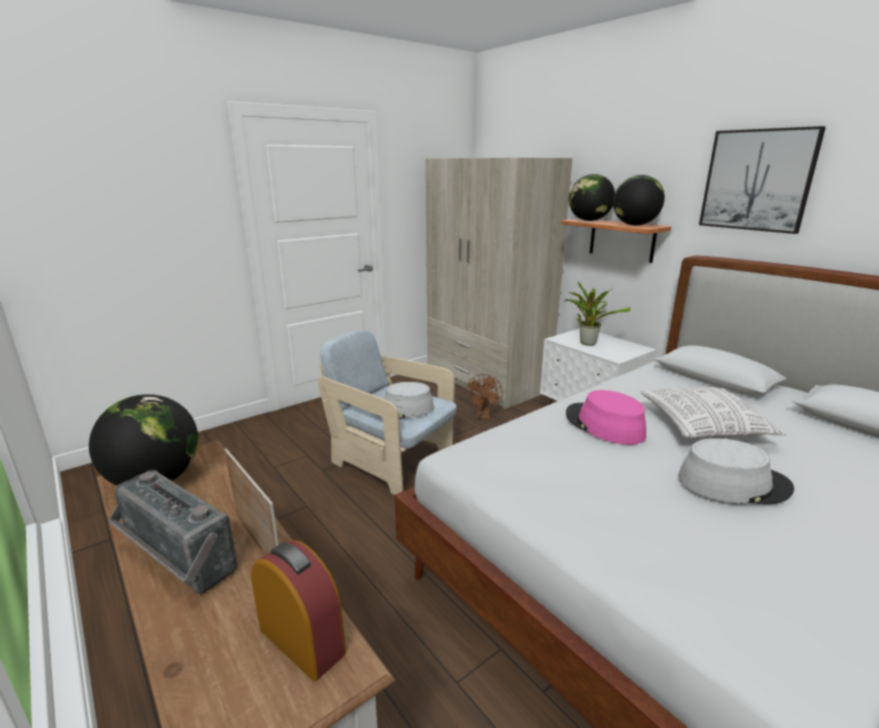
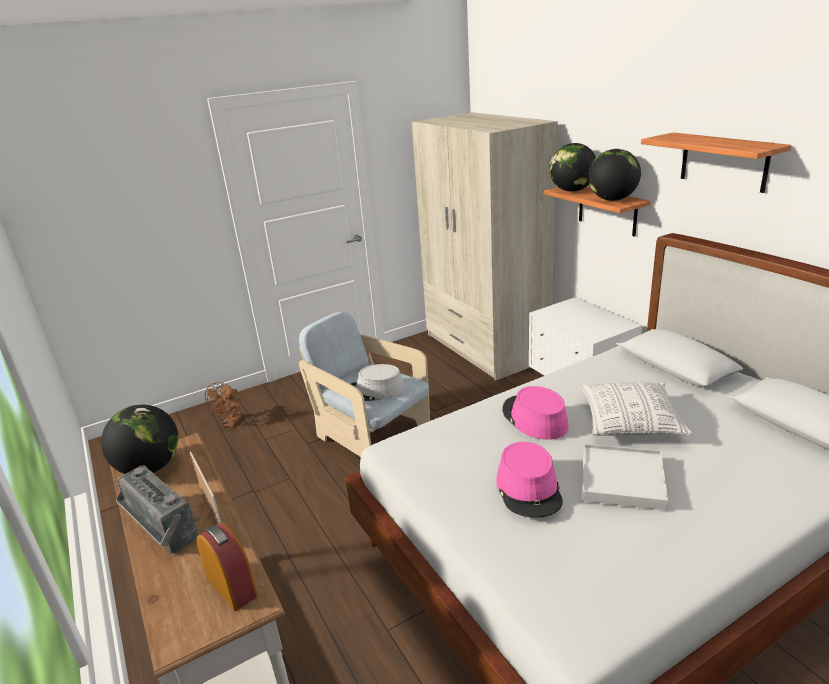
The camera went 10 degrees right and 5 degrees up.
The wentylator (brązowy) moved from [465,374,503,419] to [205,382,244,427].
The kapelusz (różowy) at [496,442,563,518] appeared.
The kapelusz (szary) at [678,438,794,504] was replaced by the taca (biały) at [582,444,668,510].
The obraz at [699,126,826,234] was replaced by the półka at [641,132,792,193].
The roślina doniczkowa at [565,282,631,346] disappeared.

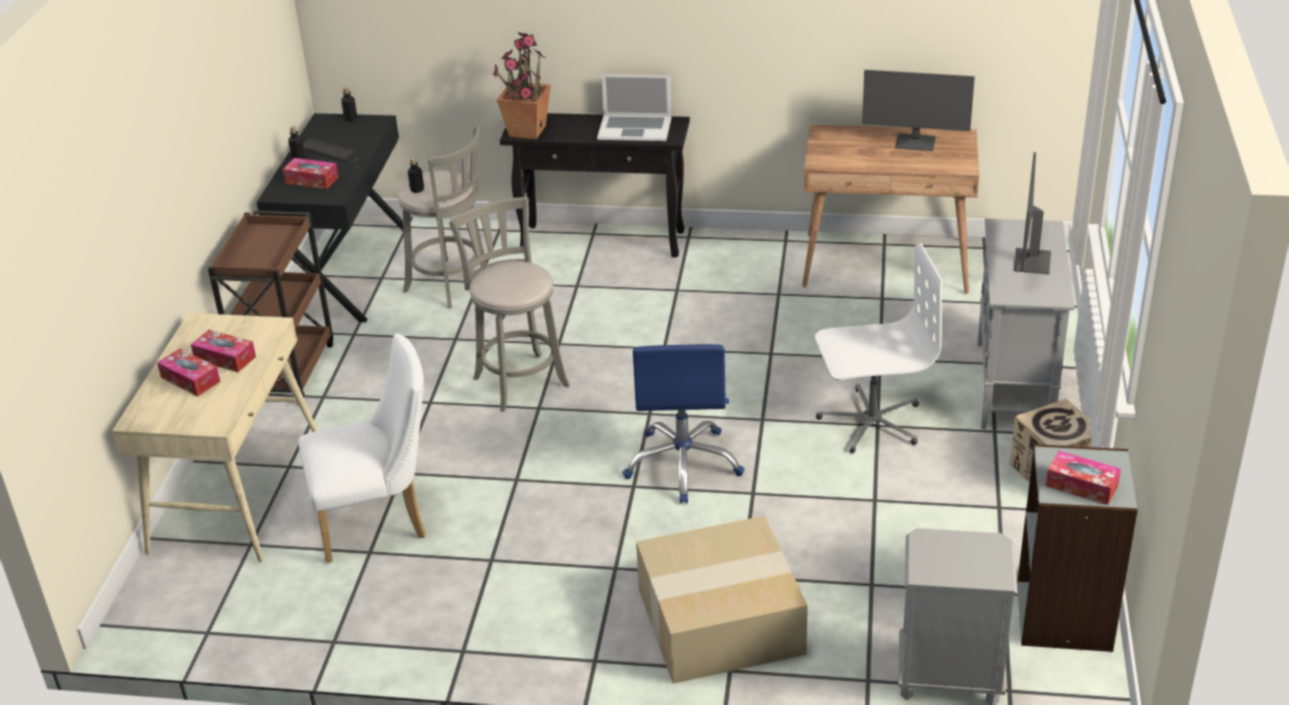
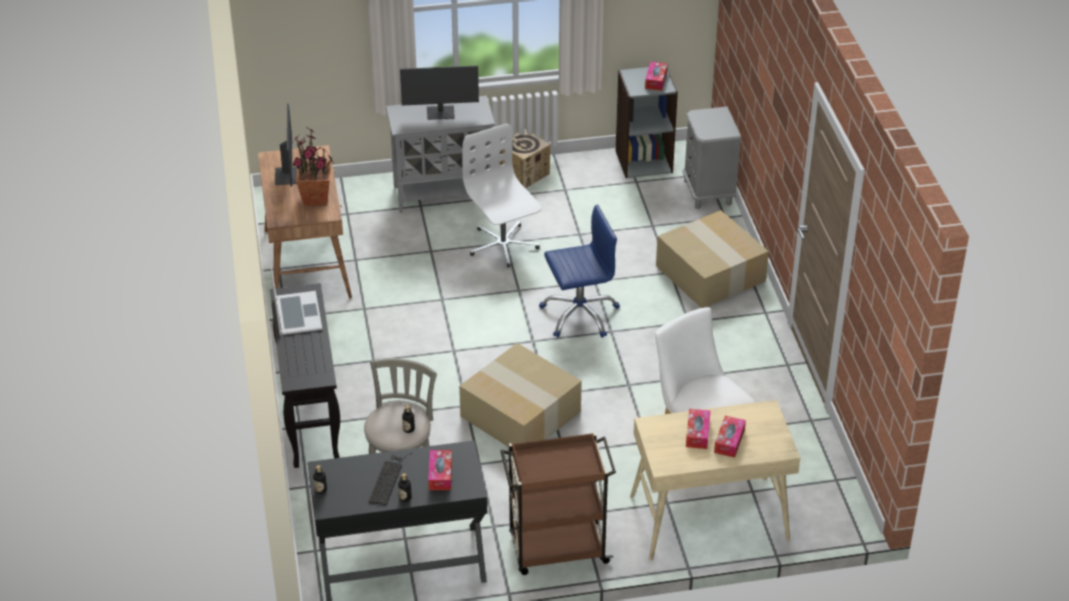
The camera went 110 degrees left and 5 degrees up.
The roślina doniczkowa moved from [493,32,551,139] to [293,128,334,206].
The stołek (szary) at [449,197,570,412] was replaced by the karton at [459,343,582,447].

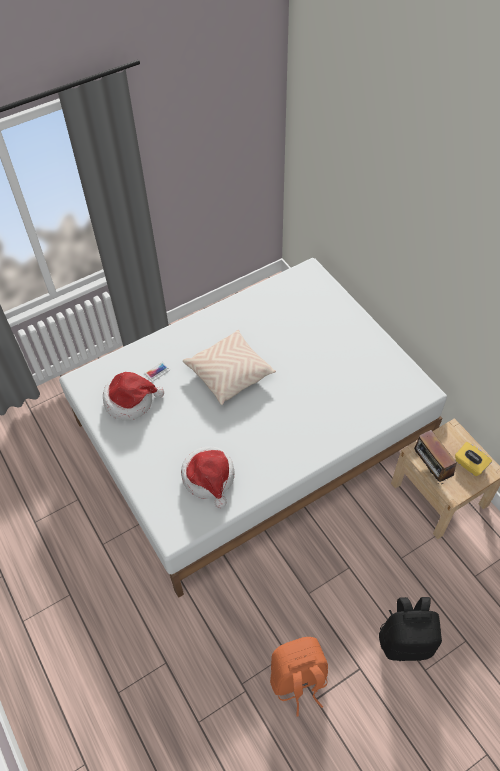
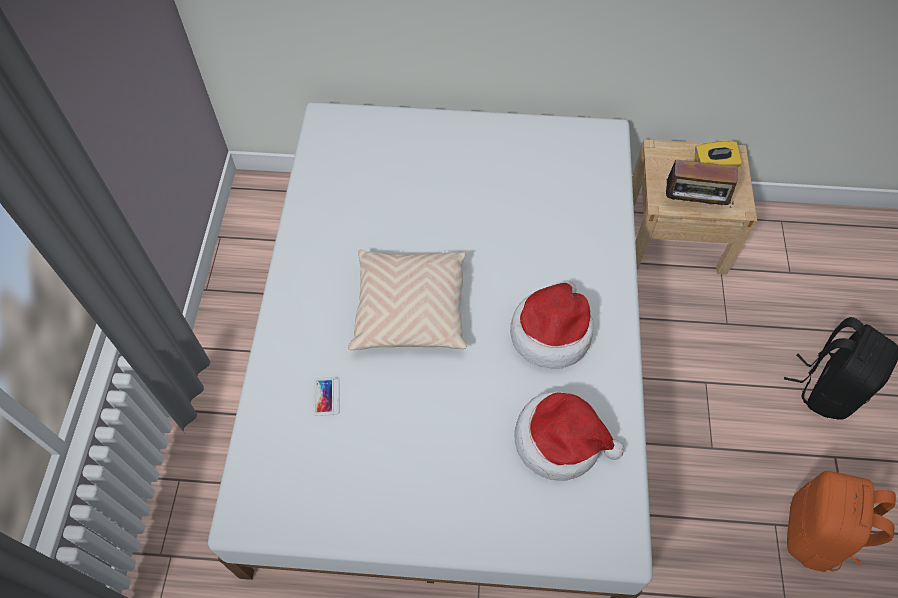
The camera went 55 degrees left and 5 degrees up.
The kapelusz moved from [103,372,164,421] to [510,281,594,369].

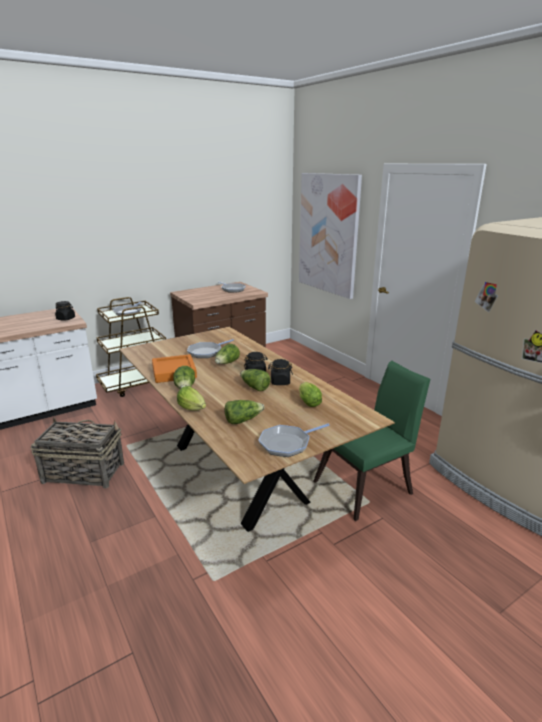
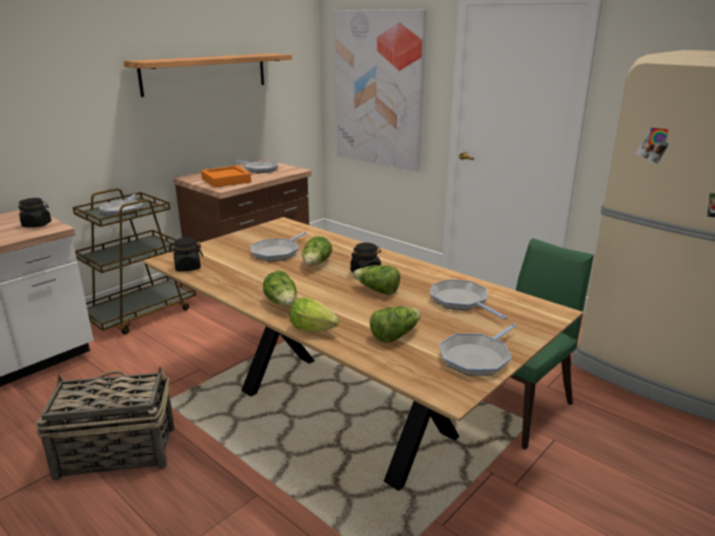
The camera went 15 degrees left and 0 degrees up.
The półka at [123,53,292,97] appeared.
The słoik (czarny) moved from [268,359,293,385] to [169,238,203,272].
The taca (pomarańczowy) moved from [152,354,197,383] to [201,166,251,187].
The sałata at [299,382,322,407] was replaced by the patelnia at [430,279,507,319].

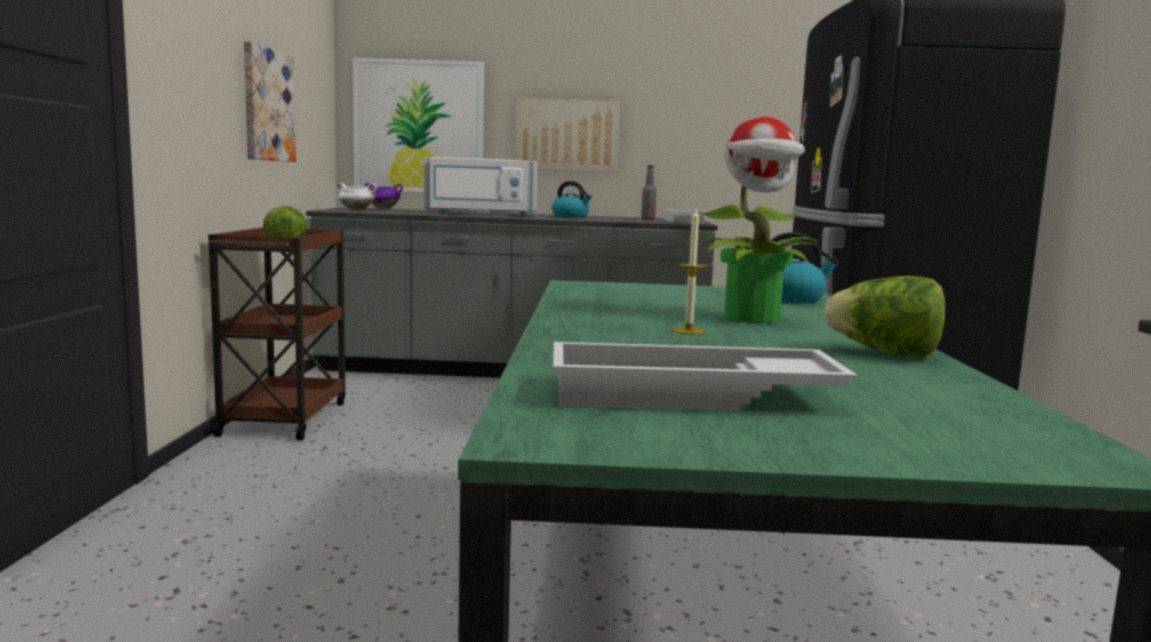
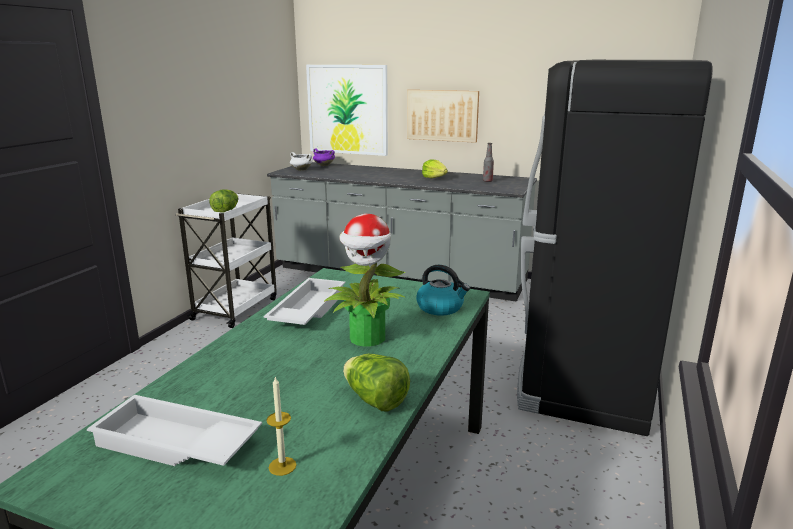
The camera went 20 degrees right and 10 degrees up.
The wózek (brązowy) at [208,227,346,440] became the wózek (biały) at [176,193,277,328].
The taca (biały) moved from [663,209,706,223] to [263,278,346,325].
The świeca moved from [673,209,707,334] to [266,377,297,476].
The czajnik at [552,181,592,218] was replaced by the sałata at [422,160,448,178].
The obraz at [244,41,296,162] disappeared.
The mikrofalówka (biały) at [424,157,537,217] disappeared.

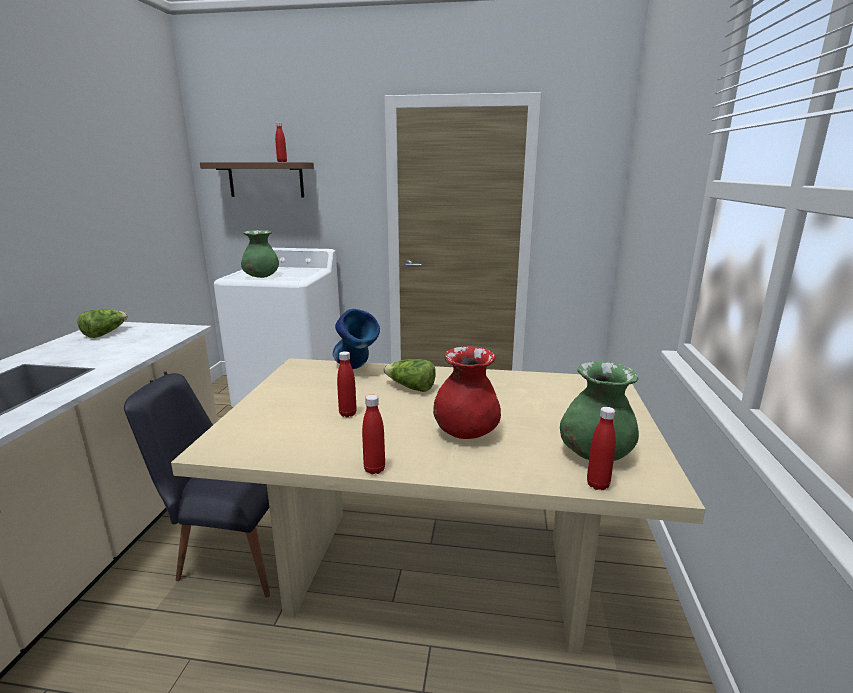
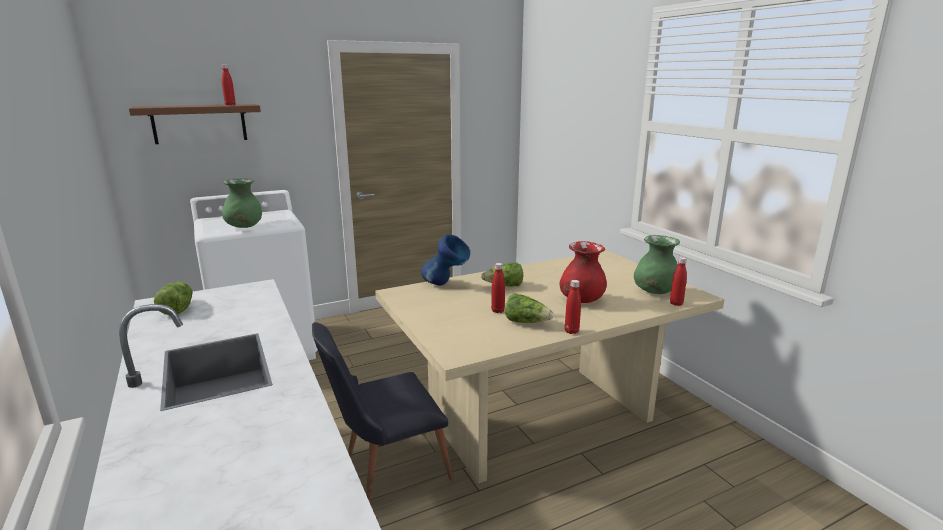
The camera went 35 degrees left and 0 degrees up.
The sałata at [505,293,554,323] appeared.

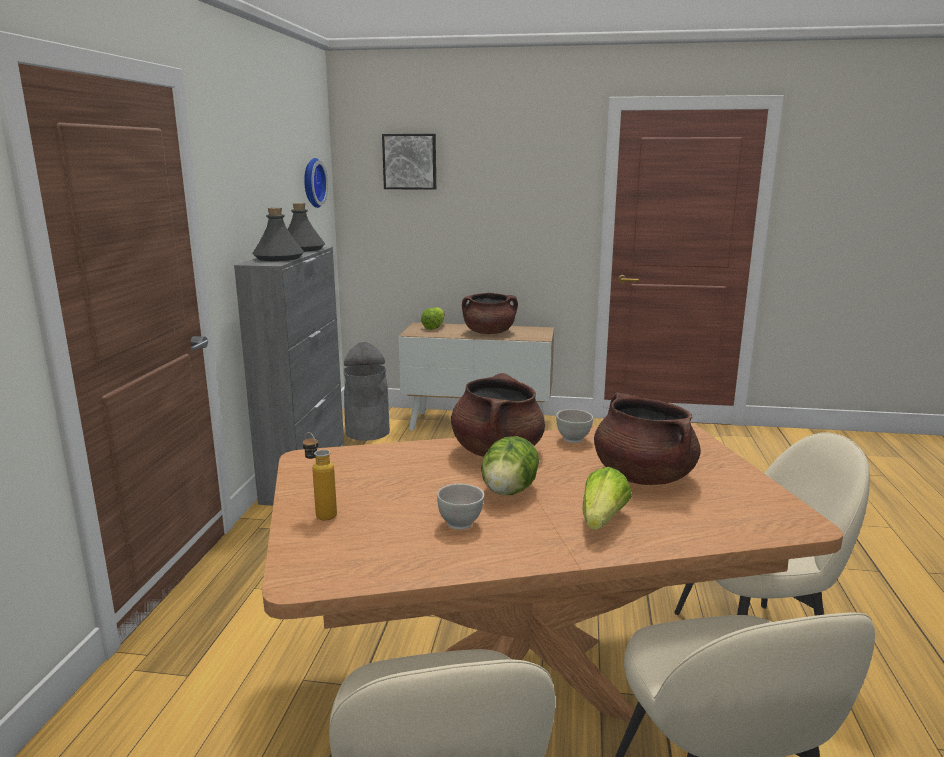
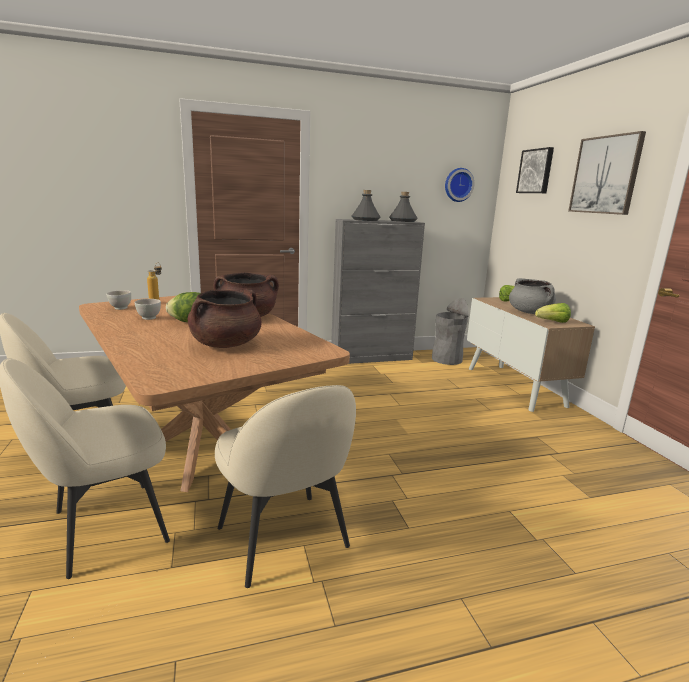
The camera went 65 degrees right and 0 degrees up.
The miska (biały) moved from [556,409,593,443] to [106,290,131,310].
The garnek (brązowy) at [462,293,518,334] became the garnek (szary) at [509,278,556,314].
The sałata moved from [583,467,632,530] to [535,303,571,323].
The obraz at [568,131,646,215] appeared.

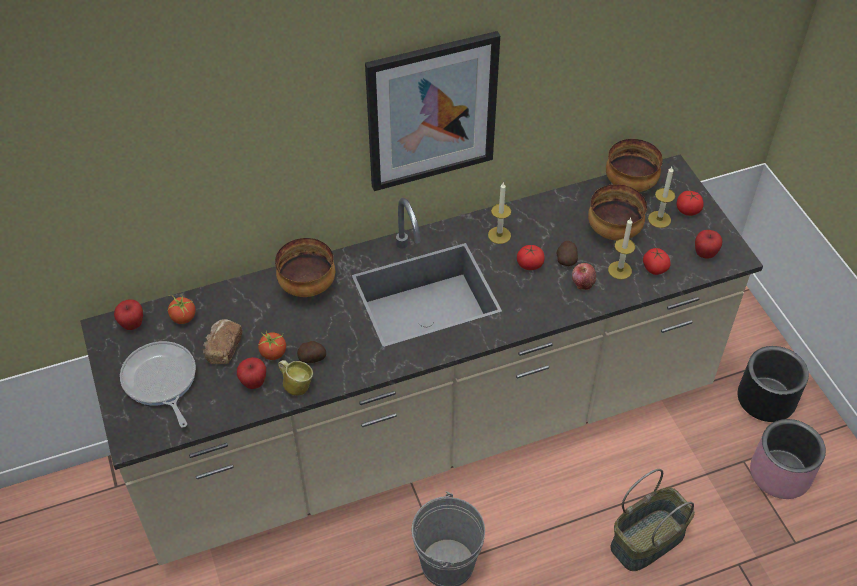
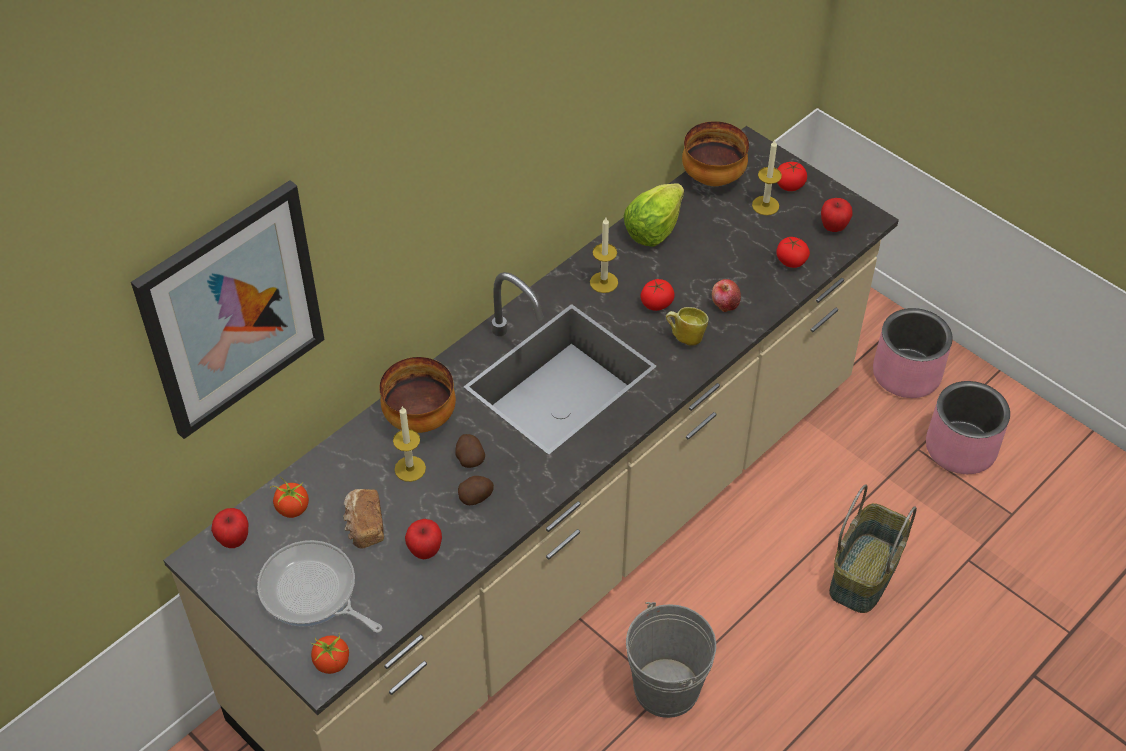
The camera went 25 degrees left and 0 degrees up.
The obraz moved from [365,31,500,191] to [131,180,325,439].
The pomidor moved from [258,331,286,360] to [310,635,349,674].
The świeca moved from [608,218,635,280] to [393,406,426,482].
The ziemniak moved from [556,241,578,266] to [455,434,485,468].
The sałata at [624,183,684,247] appeared.
The kubek moved from [278,360,313,396] to [666,307,709,346].
The donica (czarny) at [738,346,809,422] became the donica (różowy) at [873,308,953,398].
The miska at [588,184,647,240] disappeared.

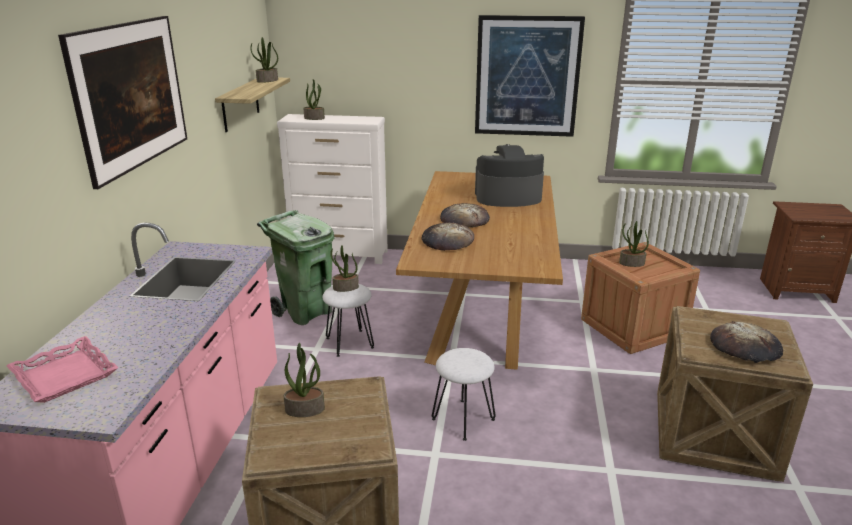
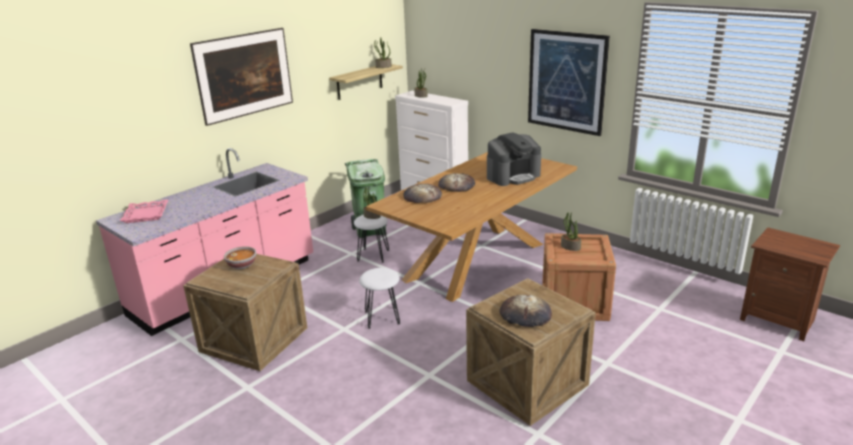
The camera went 35 degrees right and 0 degrees up.
The roślina doniczkowa at [283,343,325,417] was replaced by the miska at [224,246,256,269].
The ekspres do kawy at [475,144,544,207] turned 120 degrees clockwise.

